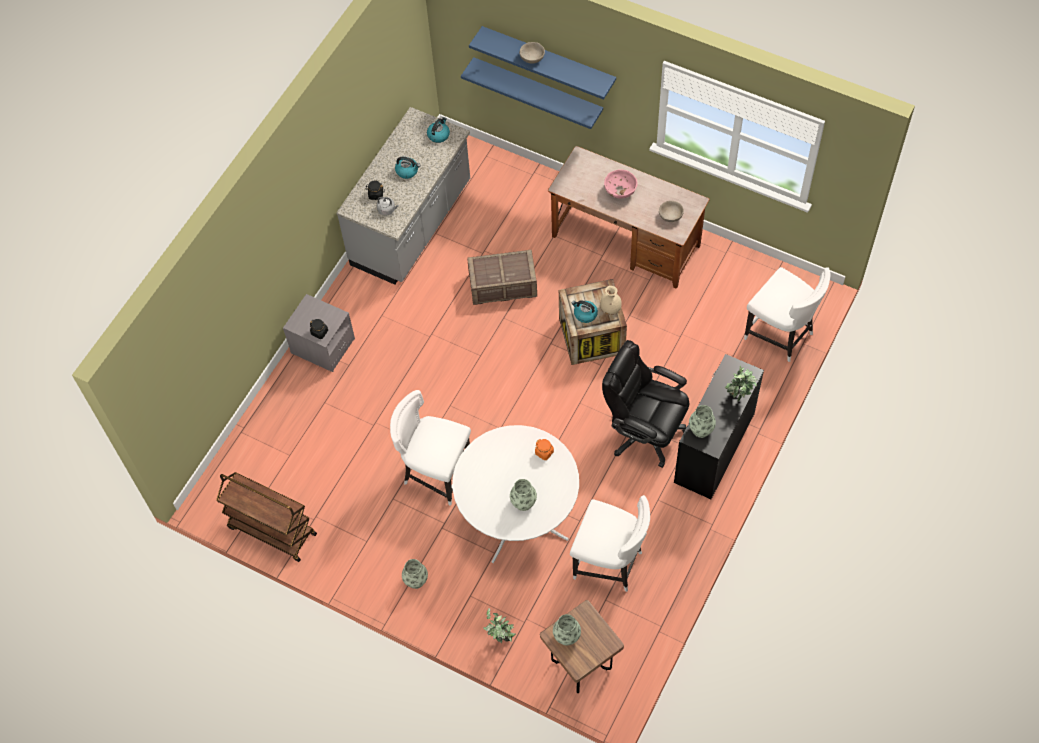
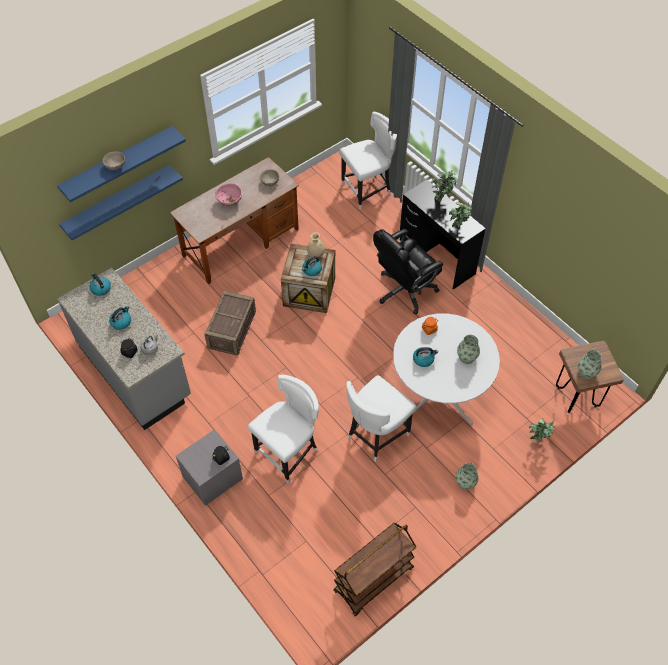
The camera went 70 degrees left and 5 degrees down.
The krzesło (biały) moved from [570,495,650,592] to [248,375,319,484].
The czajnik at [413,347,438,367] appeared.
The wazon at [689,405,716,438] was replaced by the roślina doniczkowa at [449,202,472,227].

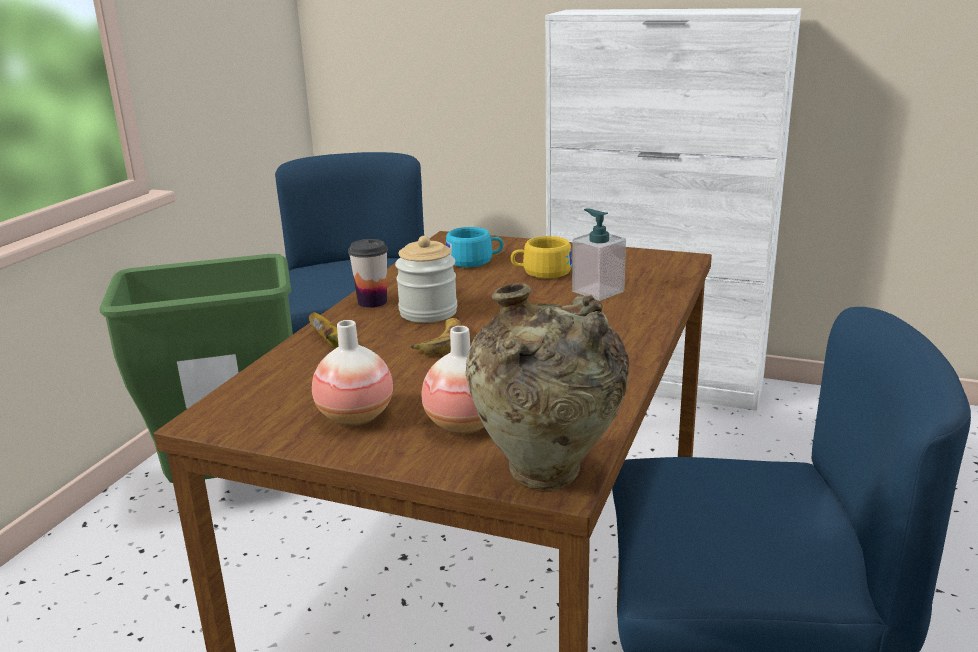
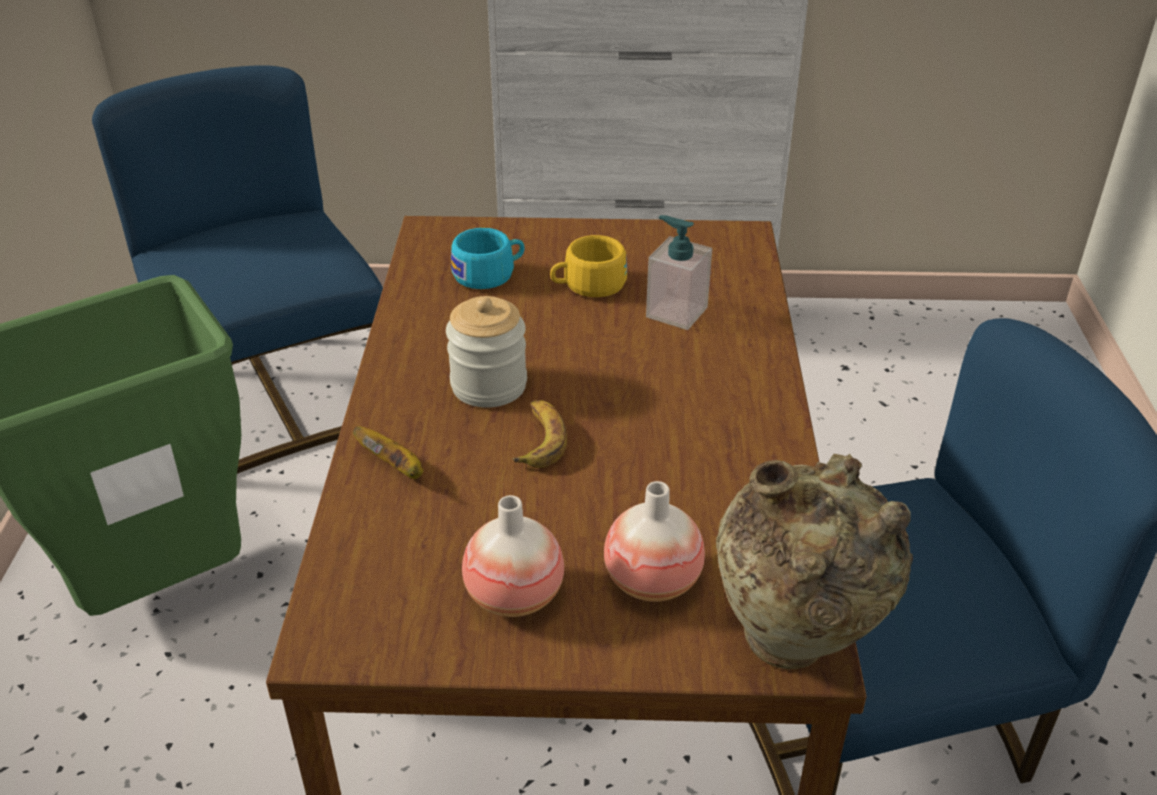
The camera went 20 degrees left and 15 degrees up.
The filiżanka at [348,239,388,308] disappeared.

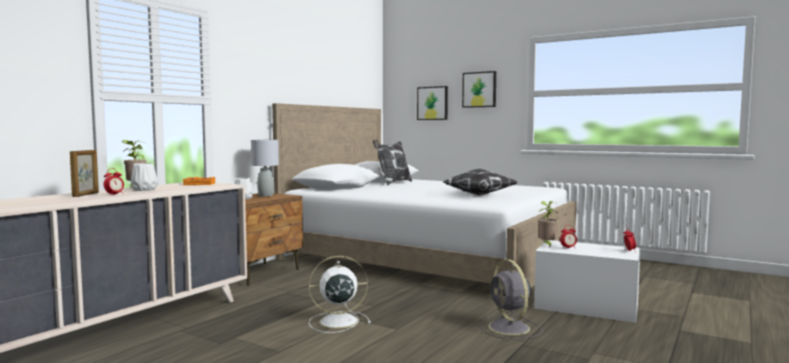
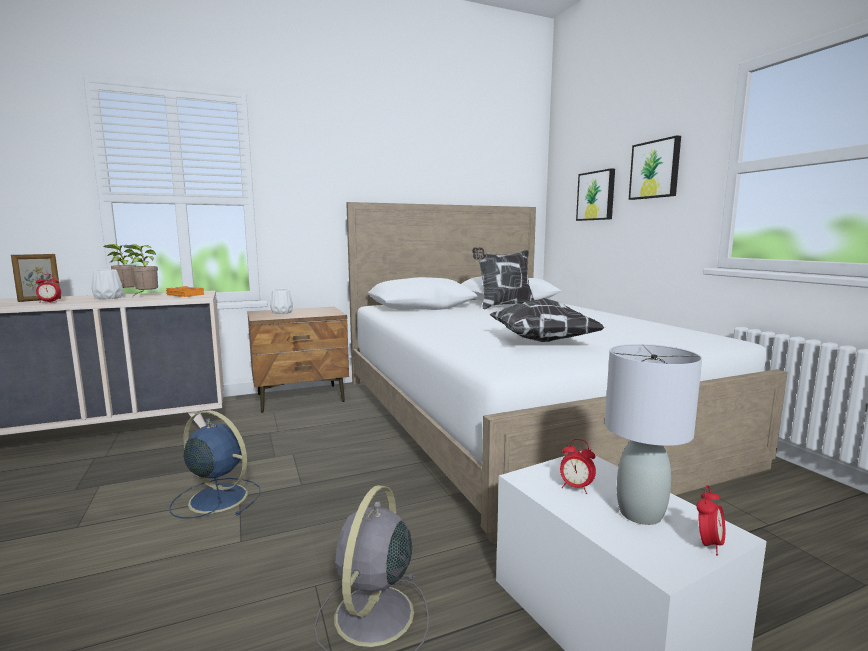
The camera went 35 degrees right and 5 degrees up.
The roślina doniczkowa moved from [538,201,558,247] to [124,244,158,296].
The wentylator (biały) at [309,256,371,333] became the wentylator (niebieski) at [170,410,261,518].
The lampa stołowa (szary) moved from [251,140,279,197] to [605,344,702,525].

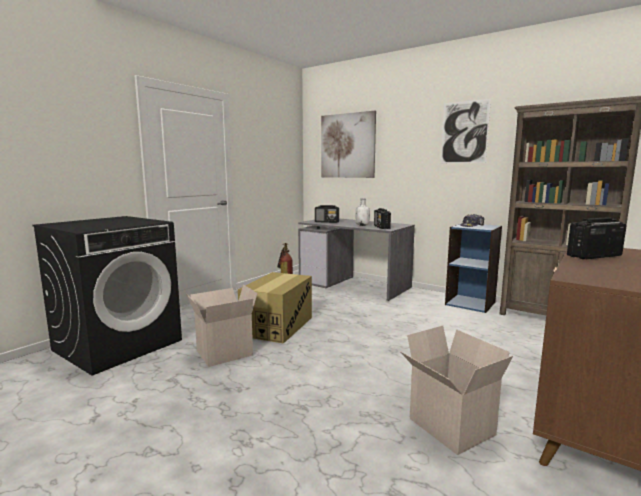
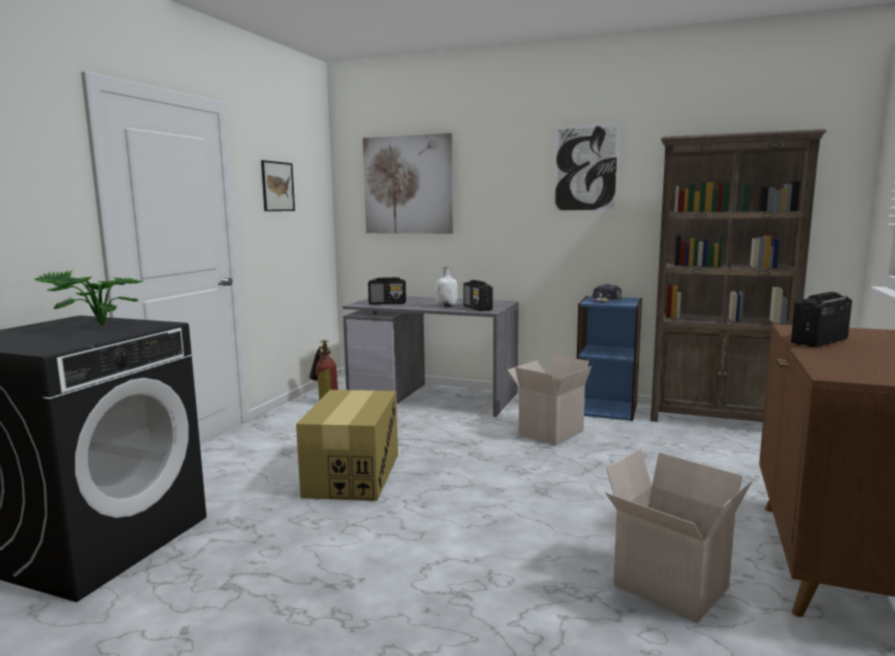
The camera went 15 degrees left and 0 degrees up.
The roślina doniczkowa at [35,270,143,325] appeared.
The obraz at [261,160,295,211] appeared.
The karton moved from [186,284,258,367] to [508,355,592,446].

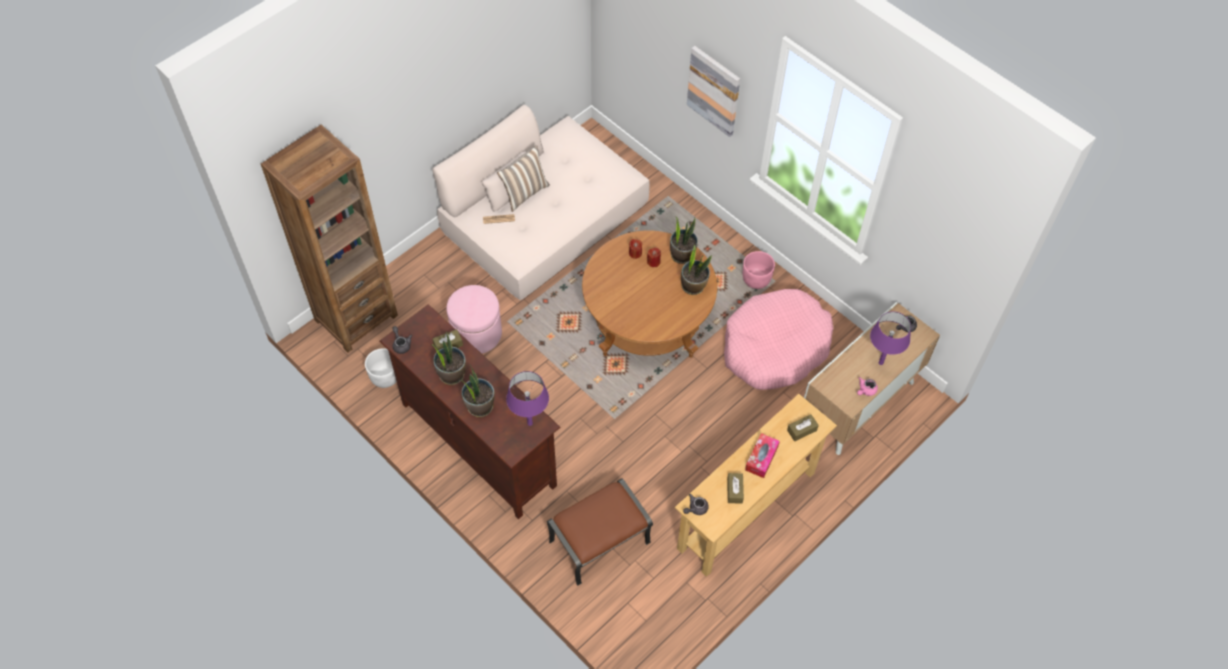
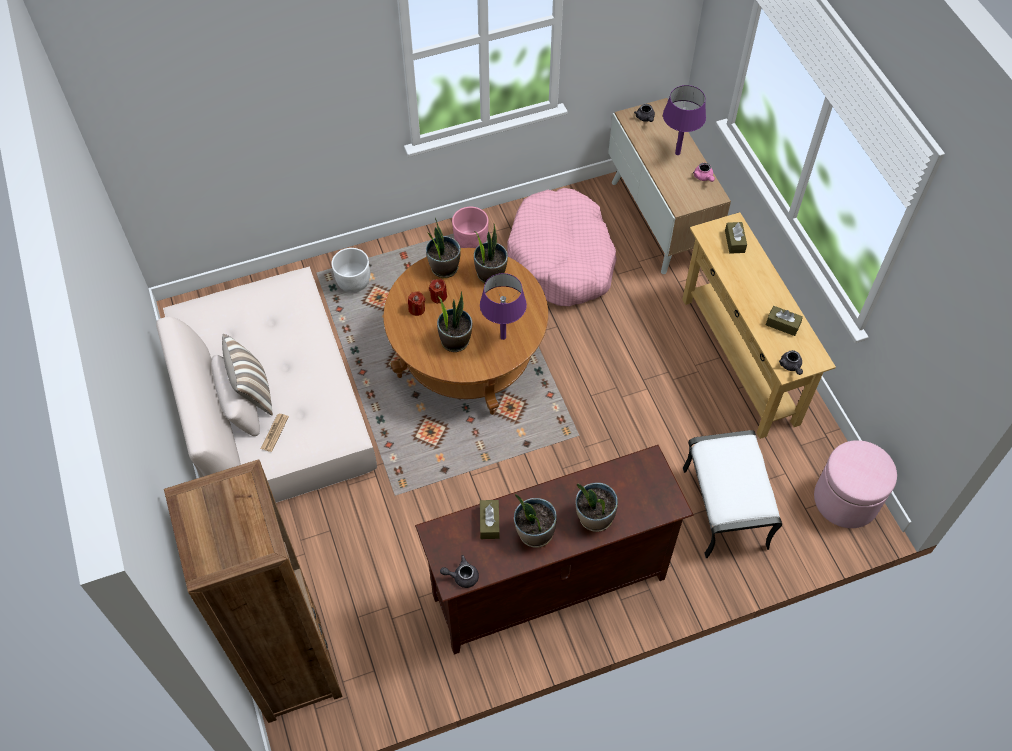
The camera went 65 degrees left and 0 degrees up.
The donica (biały) moved from [365,348,397,388] to [331,248,370,293].
The roślina doniczkowa at [437,291,472,352] appeared.
The lampa stołowa (fioletowy) moved from [506,371,549,426] to [480,273,527,340].
The pufa (brązowy) at [547,478,653,586] became the pufa (biały) at [683,430,782,558].
The pufa (różowy) moved from [446,285,502,354] to [814,440,897,528].
The obraz at [687,46,740,137] disappeared.
The pudełko chusteczek at [745,433,780,478] disappeared.

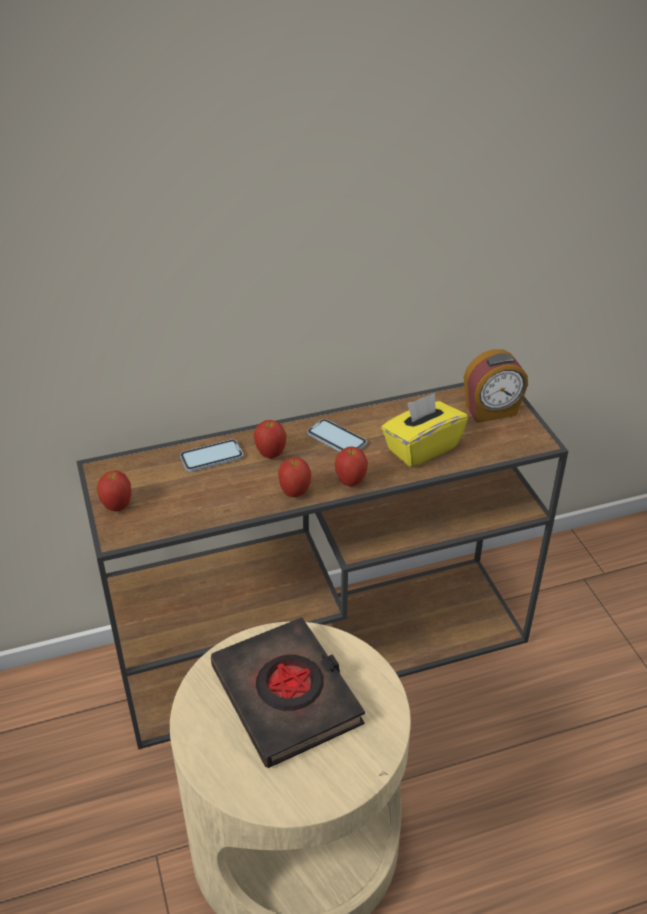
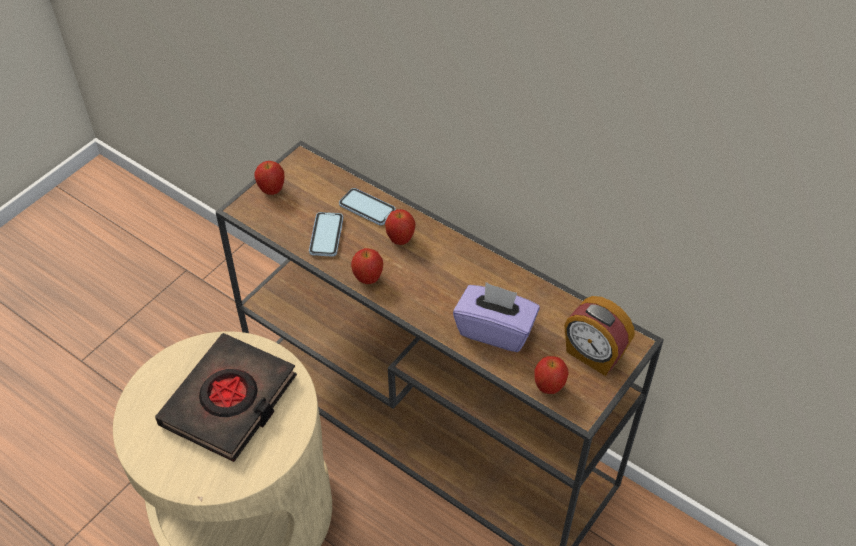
The camera went 55 degrees right and 10 degrees up.
The telefon moved from [307,419,367,452] to [309,212,343,257].
The pudełko chusteczek (żółty) at [381,393,468,468] became the pudełko chusteczek (fioletowy) at [453,282,540,352].
The jabłko moved from [335,446,368,487] to [534,356,569,394].

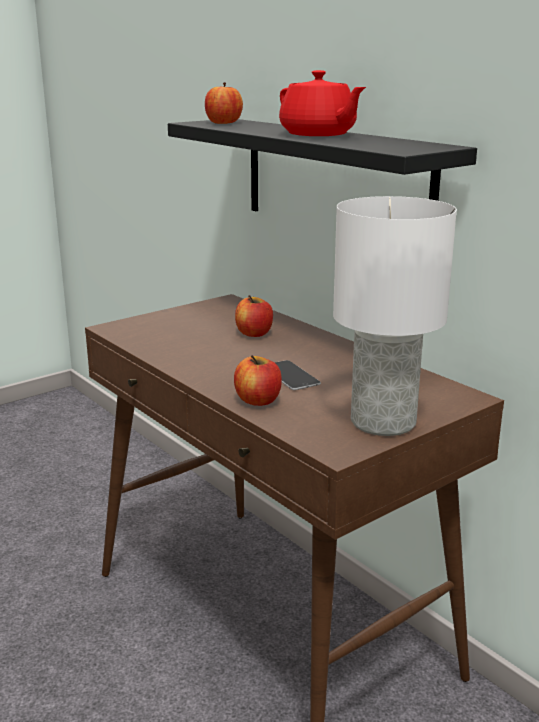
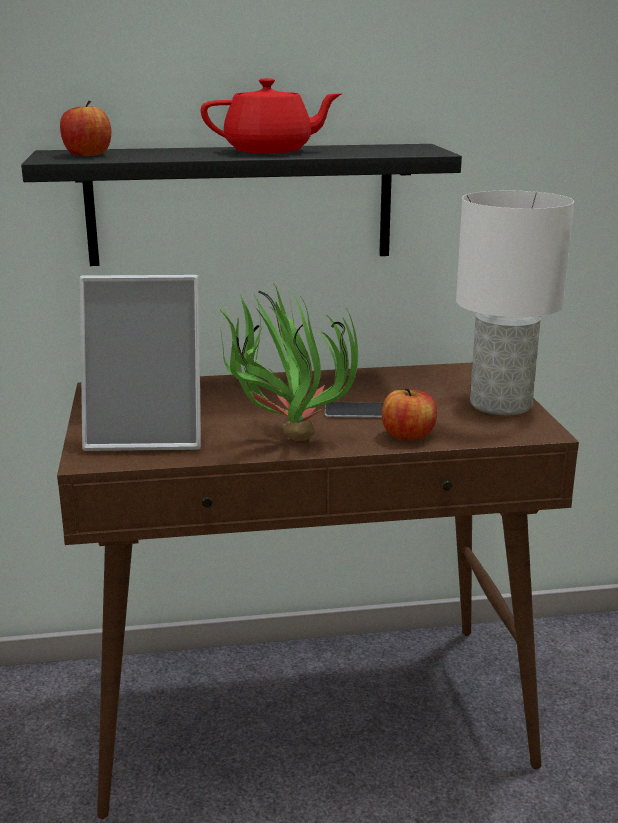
The camera went 60 degrees left and 0 degrees up.
The ramka na zdjęcie at [80,275,201,451] appeared.
The roślina doniczkowa at [219,285,358,441] appeared.
The jabłko at [235,295,273,337] disappeared.

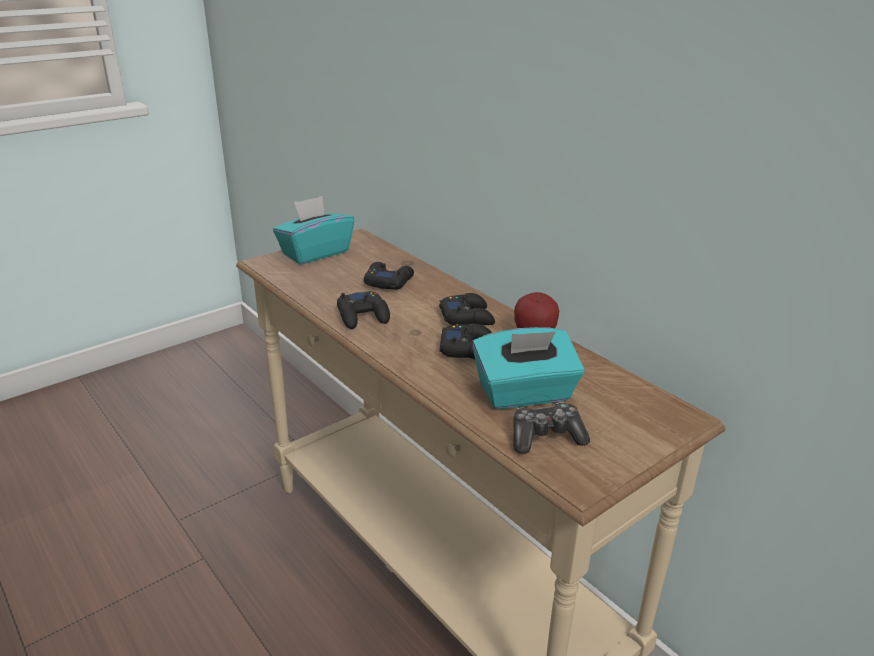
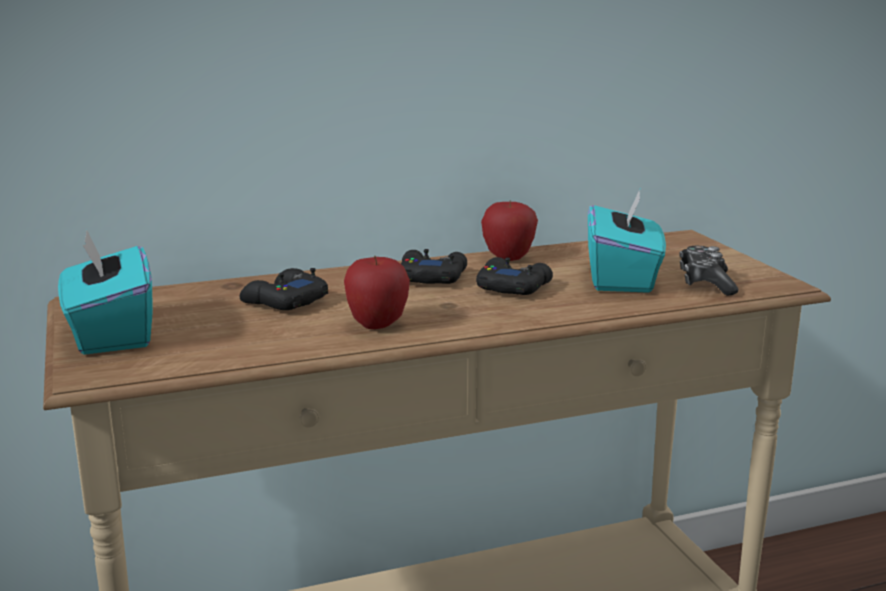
The camera went 70 degrees left and 10 degrees down.
The pad do gier (czarny) at [337,291,390,329] was replaced by the jabłko at [344,256,410,329].

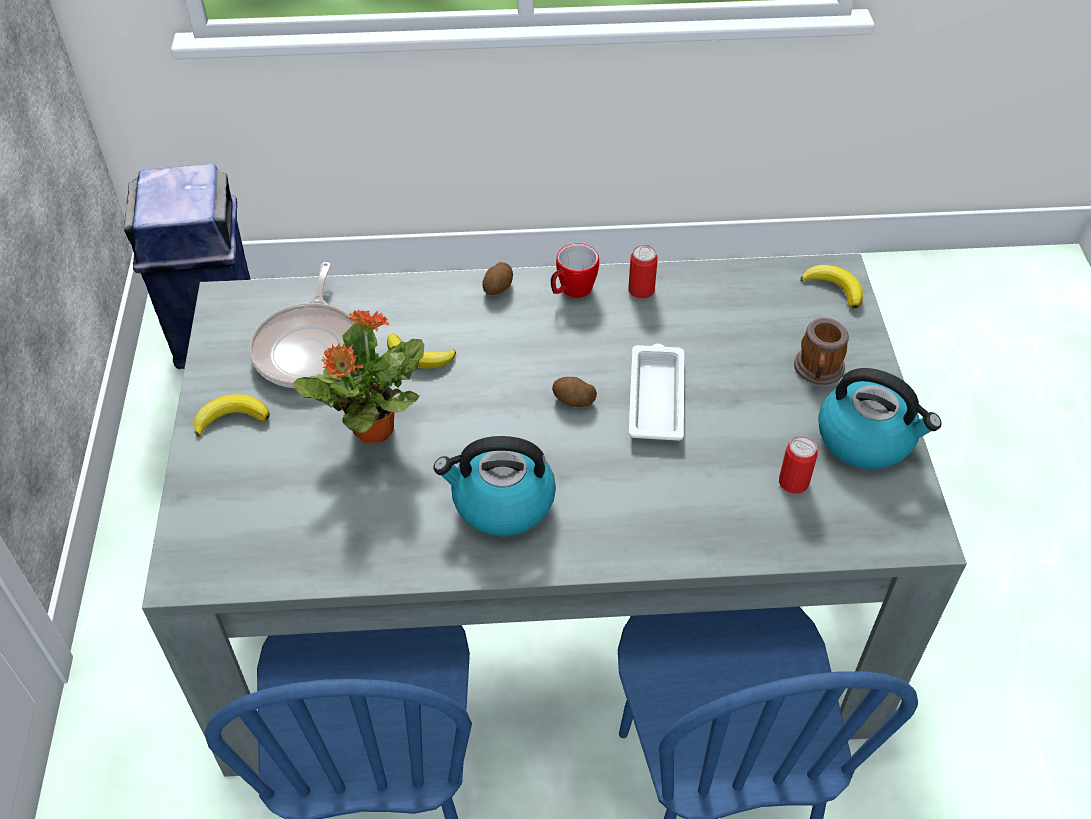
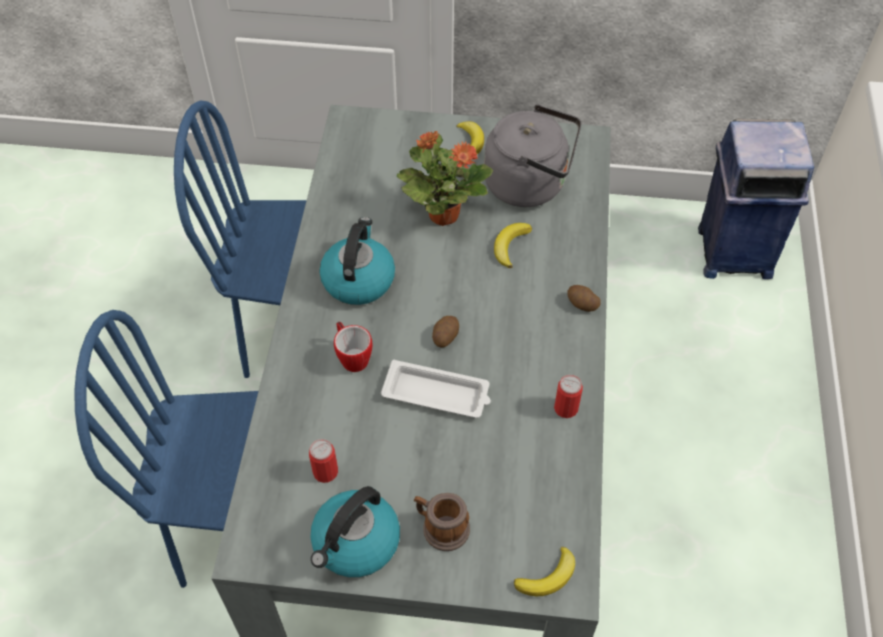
The camera went 100 degrees right and 5 degrees up.
The kubek moved from [551,243,599,298] to [334,322,373,372].
The patelnia at [249,262,355,388] was replaced by the czajnik (szary) at [484,104,581,207].

